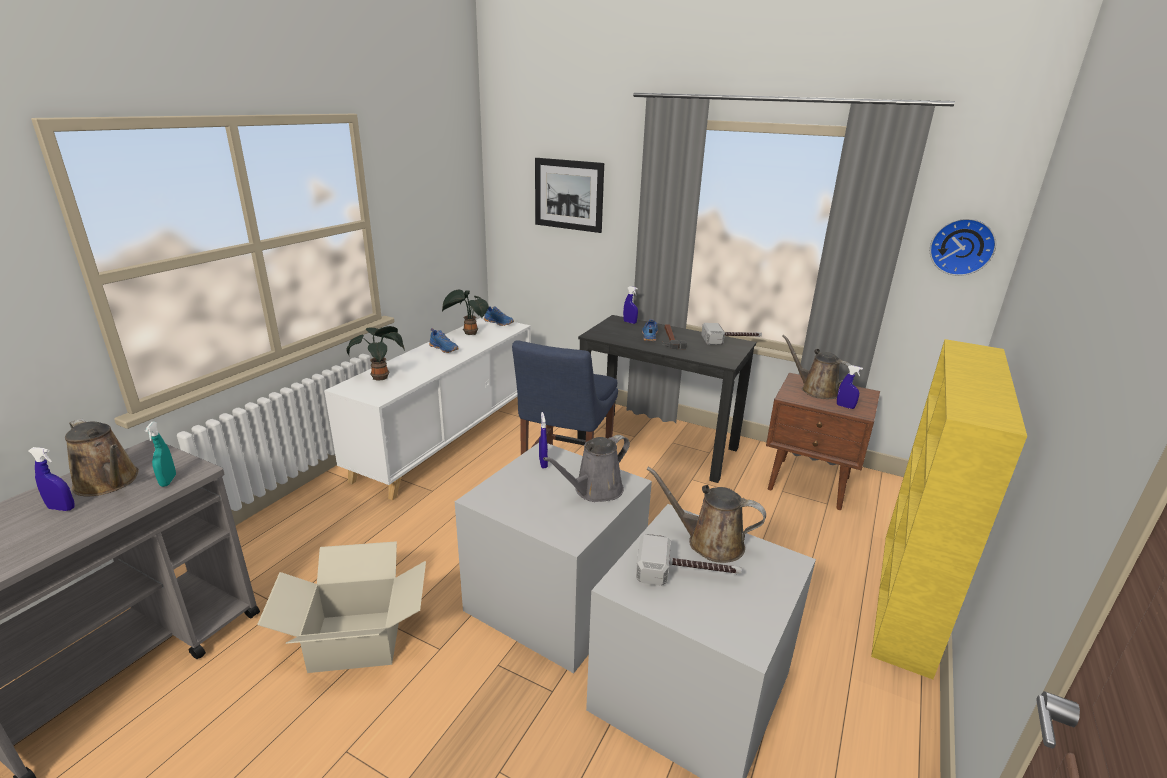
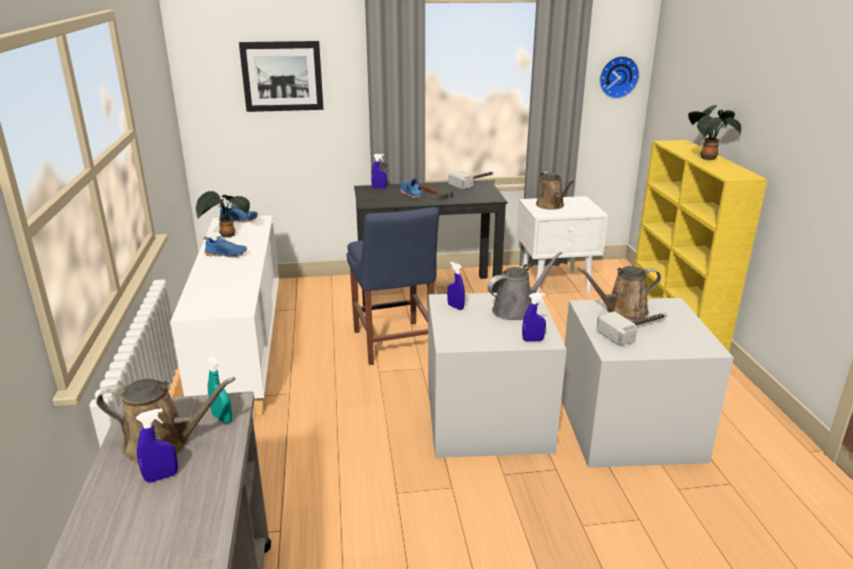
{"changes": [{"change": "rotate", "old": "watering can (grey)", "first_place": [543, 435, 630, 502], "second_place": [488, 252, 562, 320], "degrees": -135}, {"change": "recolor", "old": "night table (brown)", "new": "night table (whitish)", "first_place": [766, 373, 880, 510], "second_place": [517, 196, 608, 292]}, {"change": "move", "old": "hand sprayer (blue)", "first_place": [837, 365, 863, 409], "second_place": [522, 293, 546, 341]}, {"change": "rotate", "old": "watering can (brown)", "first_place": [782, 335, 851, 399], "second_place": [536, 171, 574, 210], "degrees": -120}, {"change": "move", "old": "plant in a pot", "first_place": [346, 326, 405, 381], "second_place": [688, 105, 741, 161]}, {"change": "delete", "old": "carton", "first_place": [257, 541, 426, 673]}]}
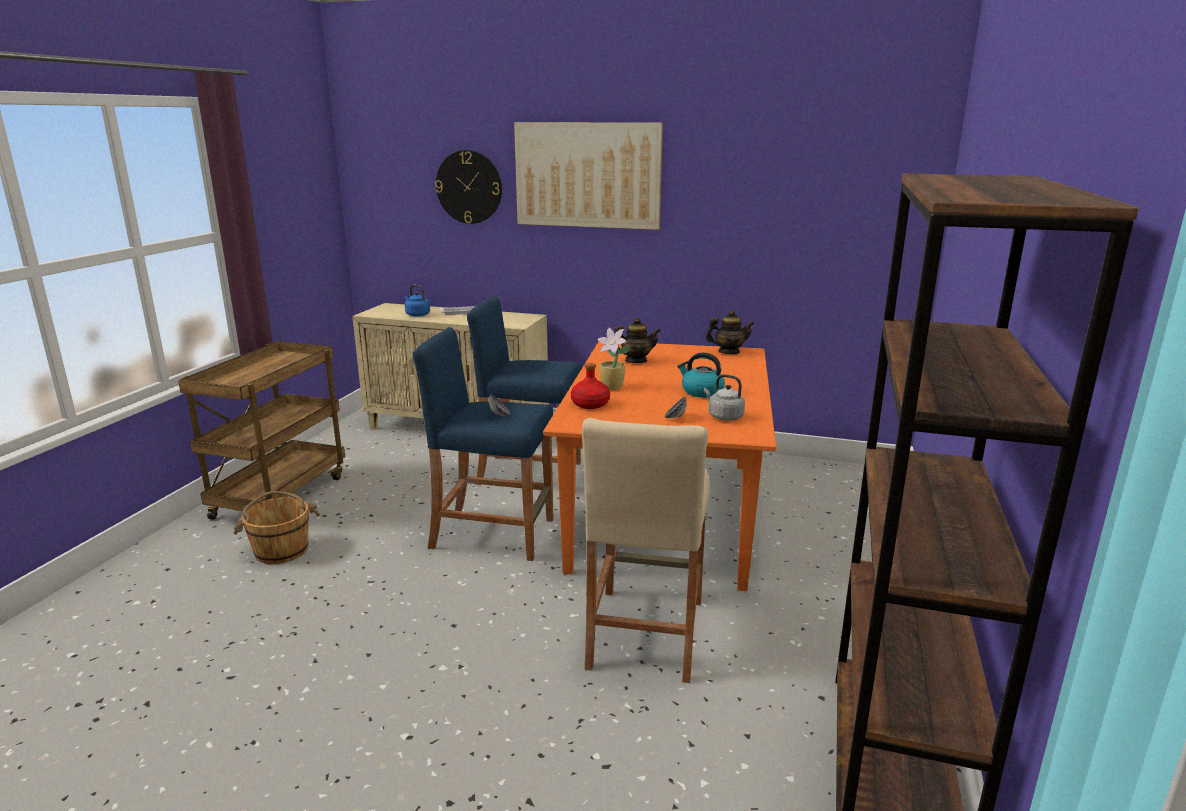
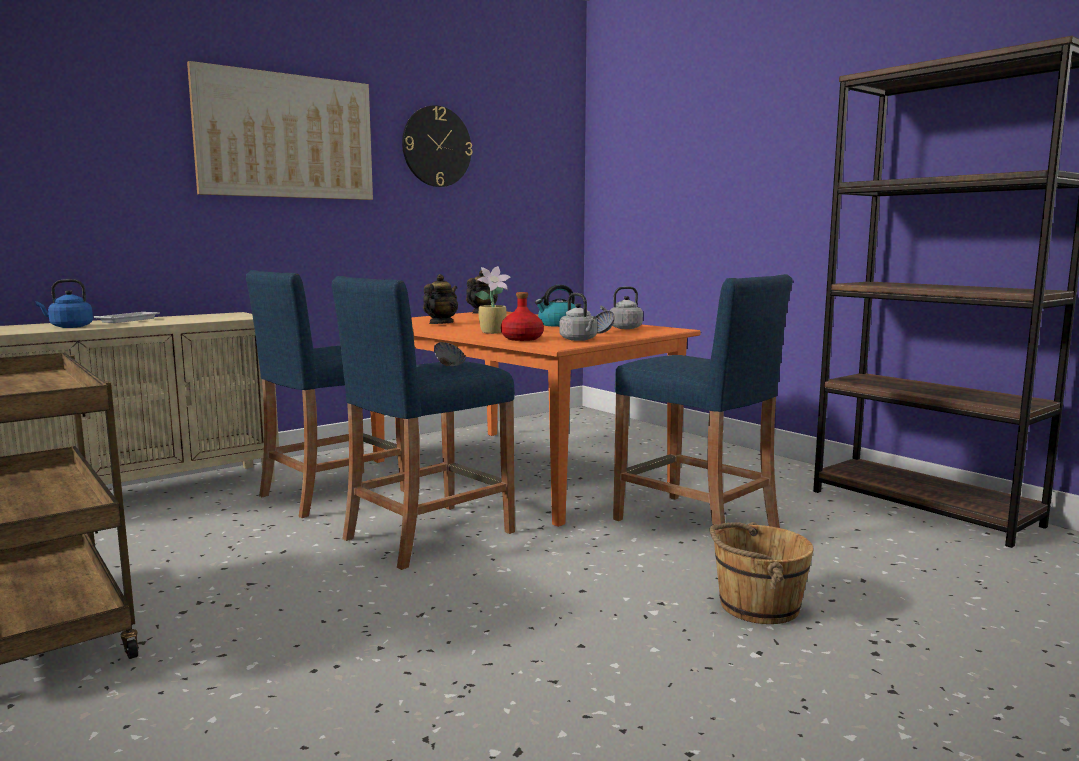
{"changes": [{"change": "move", "old": "hanging clock", "first_place": [435, 150, 502, 224], "second_place": [402, 105, 473, 187]}, {"change": "insert", "new": "water kettle (grey)", "second_place": [560, 293, 597, 341]}, {"change": "recolor", "old": "sitting stool (sand-coloured)", "new": "sitting stool (blue)", "first_place": [582, 418, 710, 683], "second_place": [613, 274, 792, 533]}, {"change": "move", "old": "pail (brown)", "first_place": [233, 491, 320, 564], "second_place": [709, 522, 814, 624]}]}
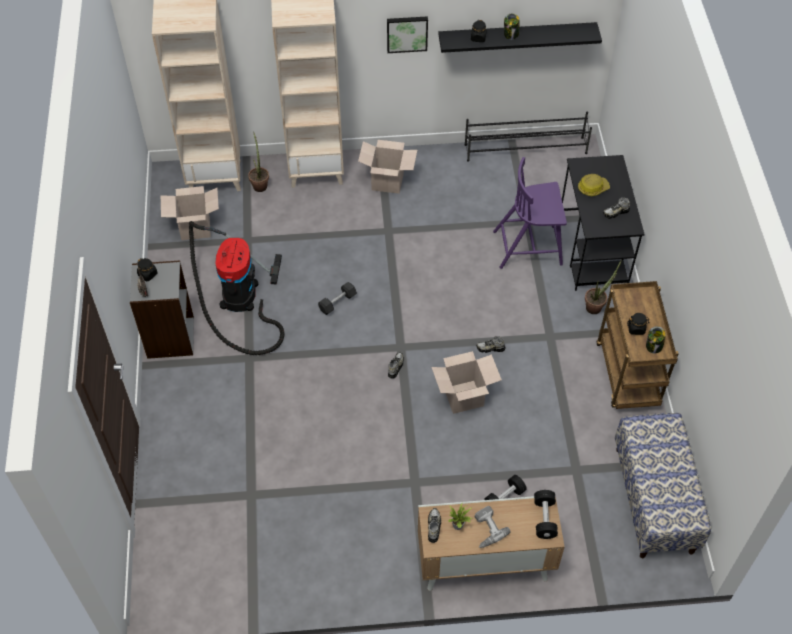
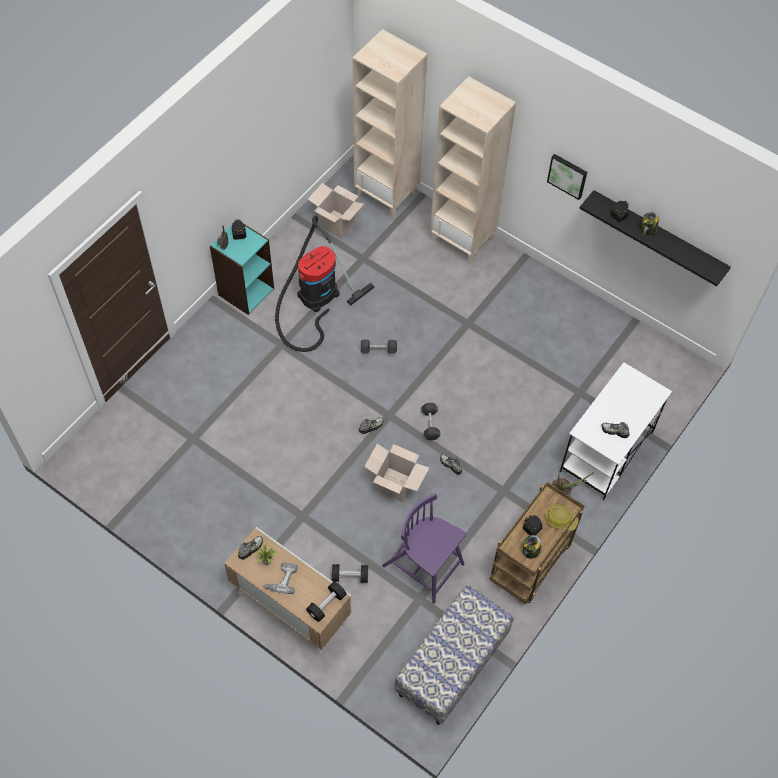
{"changes": [{"change": "recolor", "old": "shelving unit (grey)", "new": "shelving unit (turquoise)", "first_place": [130, 261, 194, 359], "second_place": [210, 224, 274, 315]}, {"change": "move", "old": "chair (purple)", "first_place": [493, 157, 567, 269], "second_place": [382, 493, 466, 604]}, {"change": "insert", "new": "hand weight (black-coloured)", "second_place": [421, 403, 440, 440]}, {"change": "move", "old": "work helmet", "first_place": [578, 174, 610, 196], "second_place": [545, 504, 579, 531]}, {"change": "recolor", "old": "desk unit (black-coloured)", "new": "desk unit (whitish)", "first_place": [562, 155, 645, 291], "second_place": [560, 362, 672, 501]}, {"change": "delete", "old": "plant in a pot", "first_place": [248, 131, 269, 192]}, {"change": "delete", "old": "carton", "first_place": [358, 140, 417, 194]}, {"change": "delete", "old": "shoe rack (black-coloured)", "first_place": [465, 112, 592, 162]}]}
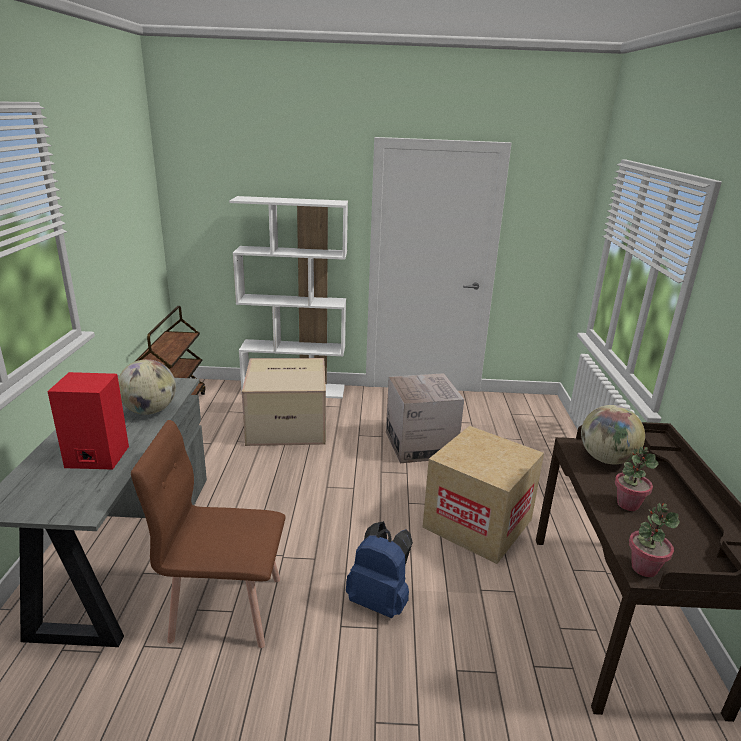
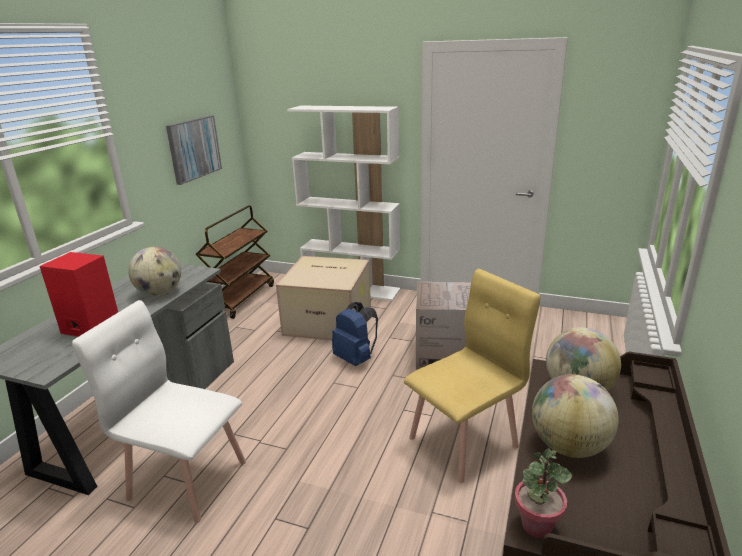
{"changes": [{"change": "recolor", "old": "chair (brown)", "new": "chair (whitish)", "first_place": [131, 420, 286, 648], "second_place": [72, 300, 246, 523]}, {"change": "insert", "new": "wall art", "second_place": [166, 115, 222, 185]}, {"change": "move", "old": "backpack (blue)", "first_place": [346, 521, 413, 618], "second_place": [332, 302, 378, 366]}, {"change": "replace", "old": "carton", "new": "chair (yellow-coloured)", "first_place": [422, 426, 544, 564], "second_place": [404, 269, 540, 483]}, {"change": "replace", "old": "plant in a pot", "new": "desk globe", "first_place": [615, 446, 659, 511], "second_place": [532, 374, 619, 458]}]}
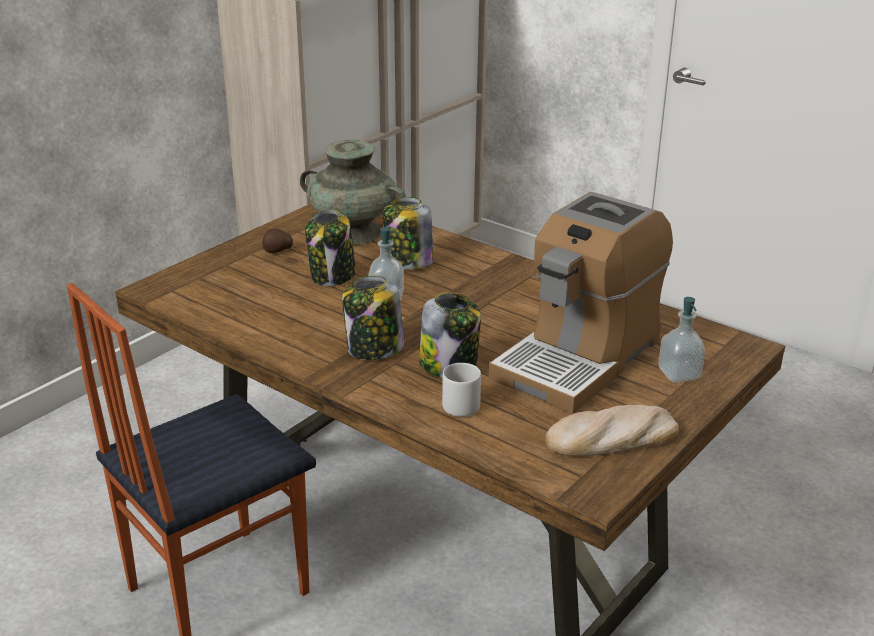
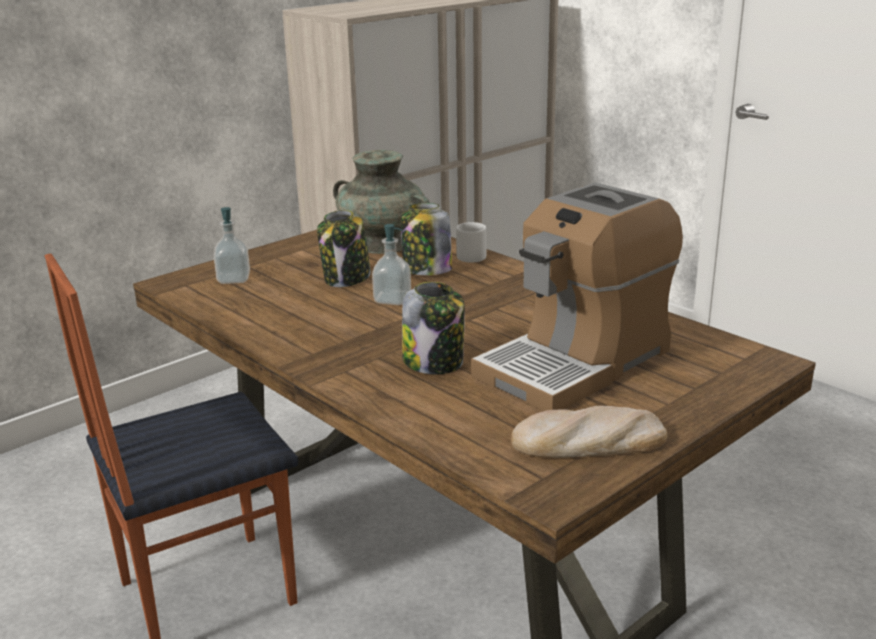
{"changes": [{"change": "move", "old": "soap bottle", "first_place": [659, 297, 705, 383], "second_place": [214, 207, 250, 284]}, {"change": "move", "old": "tea mug (grey)", "first_place": [442, 363, 481, 417], "second_place": [456, 222, 487, 263]}, {"change": "delete", "old": "whole potato", "first_place": [262, 229, 293, 253]}, {"change": "delete", "old": "preserve jar", "first_place": [342, 276, 404, 360]}]}
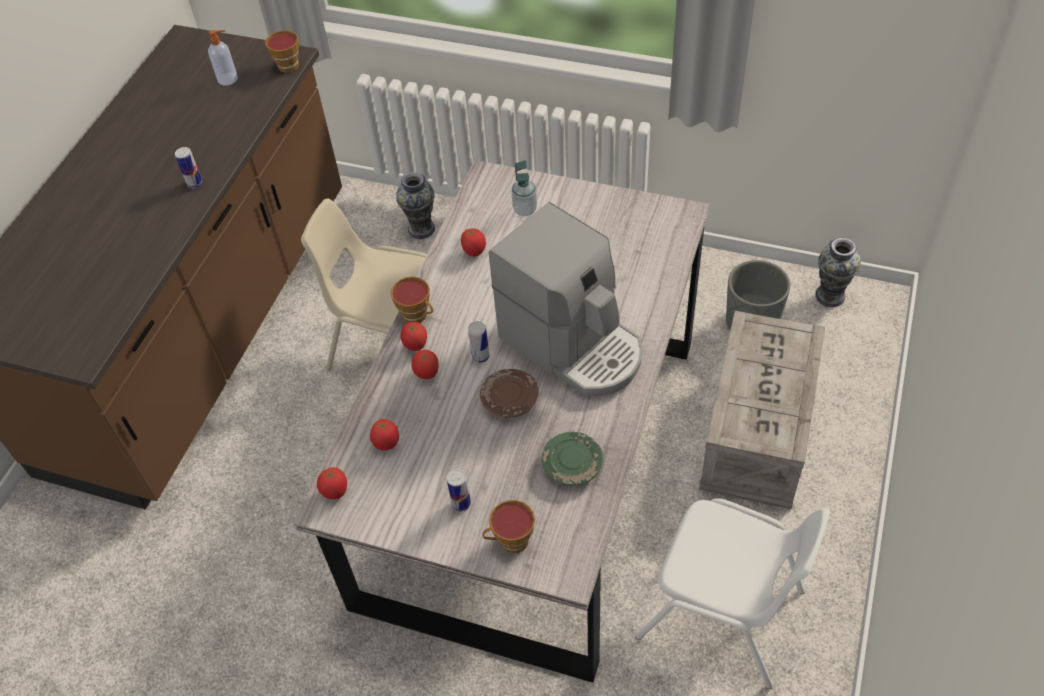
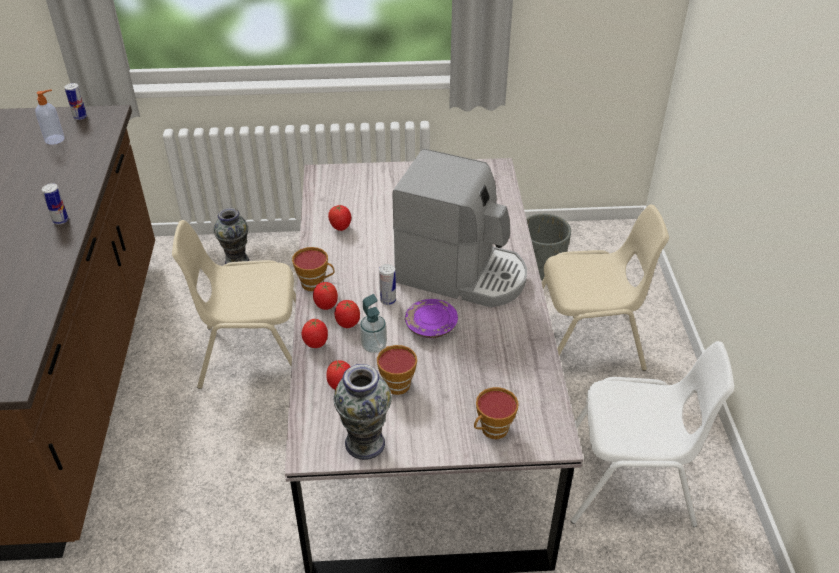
{"changes": [{"change": "move", "old": "metal can", "first_place": [447, 469, 471, 512], "second_place": [64, 83, 87, 120]}, {"change": "move", "old": "whole tomato", "first_place": [317, 467, 347, 500], "second_place": [302, 318, 328, 348]}, {"change": "move", "old": "decorative vase", "first_place": [816, 237, 861, 307], "second_place": [333, 364, 392, 460]}, {"change": "move", "old": "soap bottle", "first_place": [511, 160, 537, 216], "second_place": [360, 294, 387, 353]}, {"change": "move", "old": "drinking cup", "first_place": [265, 30, 299, 73], "second_place": [377, 345, 417, 395]}, {"change": "recolor", "old": "plate (brown)", "new": "plate (purple)", "first_place": [480, 369, 539, 418], "second_place": [405, 299, 458, 338]}, {"change": "replace", "old": "shipping crate", "new": "chair (sand-coloured)", "first_place": [699, 311, 825, 509], "second_place": [542, 204, 669, 371]}, {"change": "delete", "old": "plate (green-coloured)", "first_place": [541, 432, 603, 486]}]}
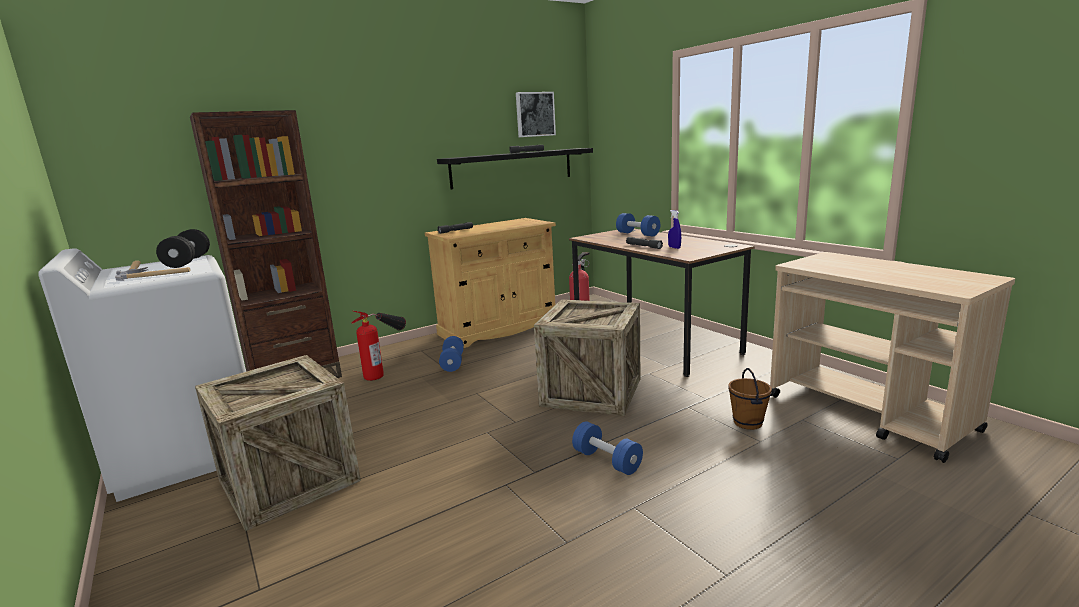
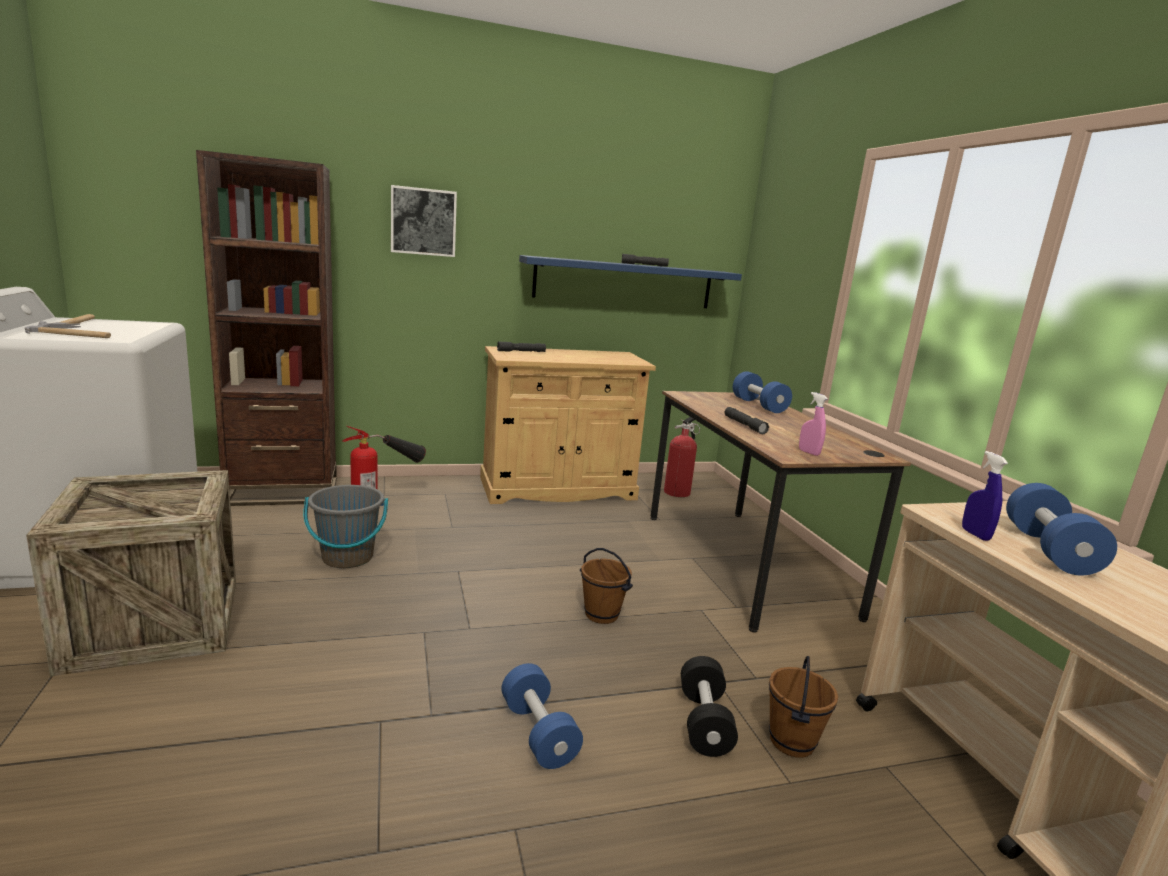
{"changes": [{"change": "insert", "new": "pail (grey)", "second_place": [303, 485, 388, 568]}, {"change": "move", "old": "wall art", "first_place": [516, 92, 556, 137], "second_place": [391, 185, 457, 257]}, {"change": "recolor", "old": "wall shelf (black-coloured)", "new": "wall shelf (blue)", "first_place": [437, 148, 593, 189], "second_place": [519, 255, 742, 308]}, {"change": "replace", "old": "shipping crate", "new": "pail (brown)", "first_place": [534, 299, 640, 416], "second_place": [580, 548, 633, 624]}, {"change": "move", "old": "hand weight (black-coloured)", "first_place": [156, 229, 210, 268], "second_place": [681, 656, 738, 757]}, {"change": "insert", "new": "hand sprayer (pink-coloured)", "second_place": [799, 392, 828, 456]}, {"change": "move", "old": "hand sprayer (blue)", "first_place": [668, 210, 681, 249], "second_place": [962, 451, 1008, 541]}, {"change": "move", "old": "hand weight (blue)", "first_place": [439, 336, 464, 372], "second_place": [1006, 483, 1117, 576]}]}
